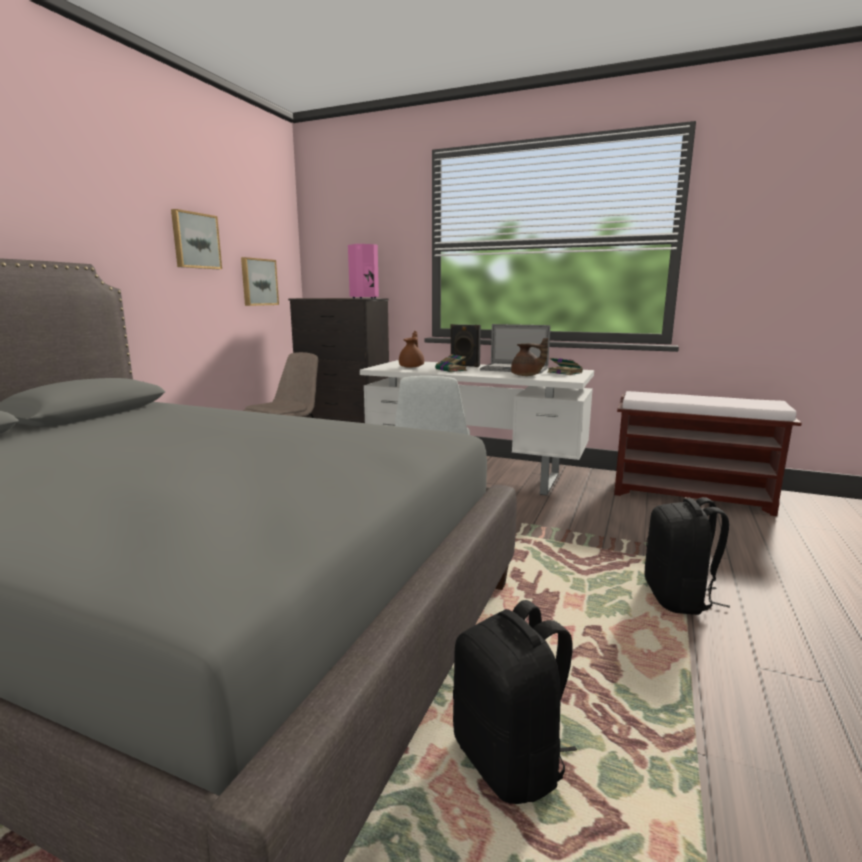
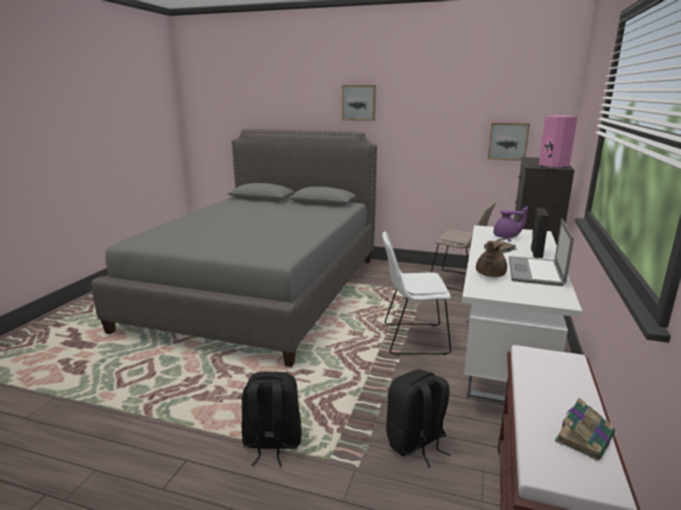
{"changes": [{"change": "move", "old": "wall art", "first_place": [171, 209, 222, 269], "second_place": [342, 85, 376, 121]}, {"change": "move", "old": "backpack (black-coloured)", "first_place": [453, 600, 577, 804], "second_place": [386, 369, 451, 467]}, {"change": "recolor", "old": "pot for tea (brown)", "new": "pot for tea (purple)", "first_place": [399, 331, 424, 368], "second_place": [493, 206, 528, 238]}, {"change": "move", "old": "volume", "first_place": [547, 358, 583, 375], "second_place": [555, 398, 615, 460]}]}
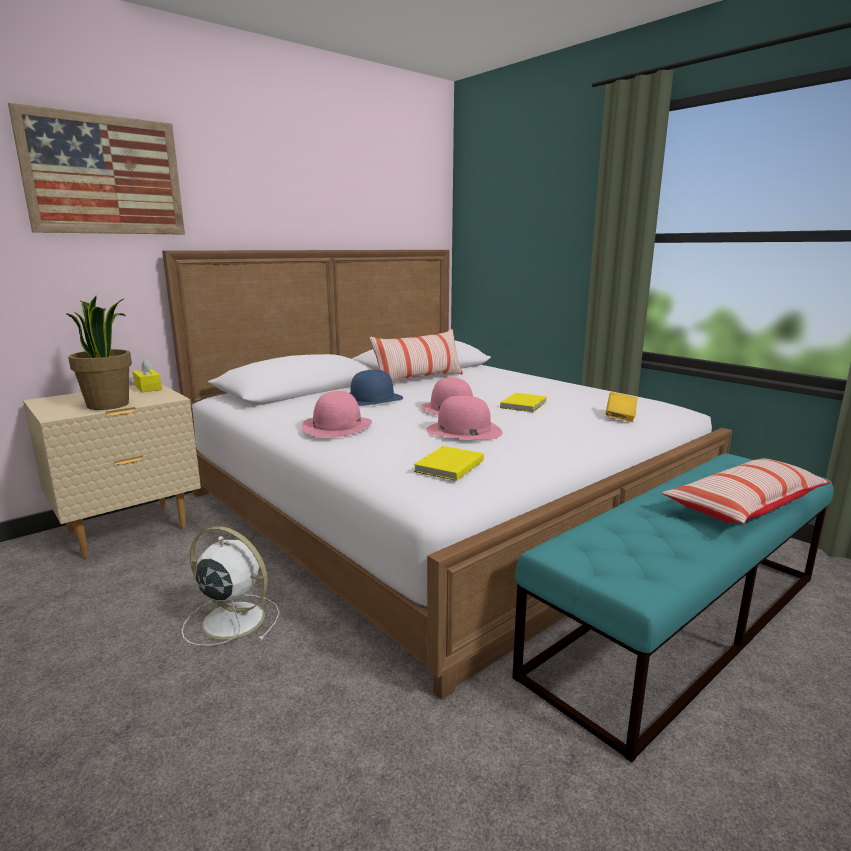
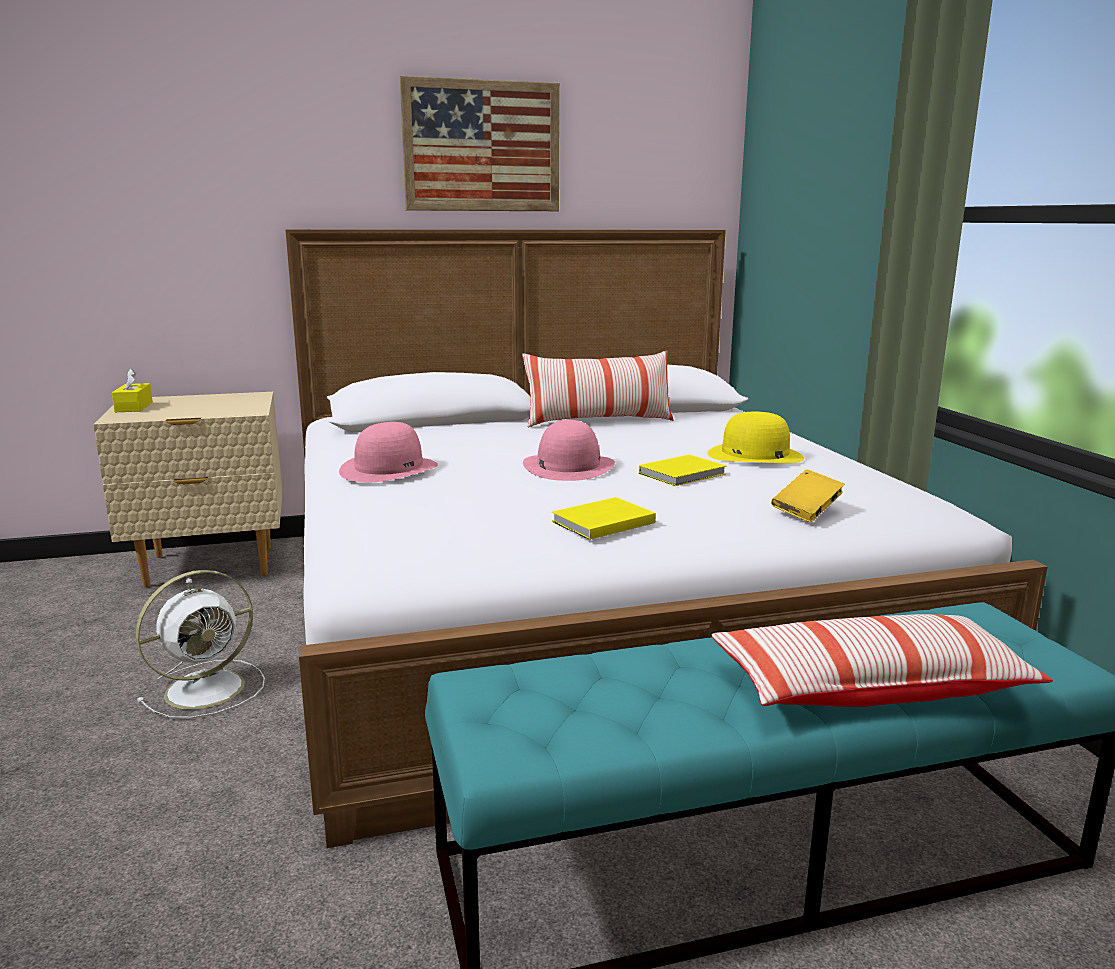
{"changes": [{"change": "move", "old": "tissue holder (yellow-coloured)", "first_place": [133, 358, 162, 392], "second_place": [112, 368, 153, 412]}, {"change": "rotate", "old": "cooling fan (whitish)", "first_place": [182, 526, 280, 646], "second_place": [136, 570, 265, 718], "degrees": 90}, {"change": "move", "old": "wall art", "first_place": [8, 103, 185, 235], "second_place": [400, 76, 560, 211]}, {"change": "move", "old": "volume (yellow-coloured)", "first_place": [414, 446, 484, 481], "second_place": [552, 497, 656, 540]}, {"change": "insert", "new": "wearable hat (yellow-coloured)", "second_place": [707, 412, 804, 463]}, {"change": "delete", "old": "plant in a pot", "first_place": [65, 296, 132, 410]}, {"change": "delete", "old": "wearable hat (blue)", "first_place": [350, 370, 403, 406]}, {"change": "delete", "old": "wearable hat (pink-coloured)", "first_place": [426, 395, 502, 440]}]}
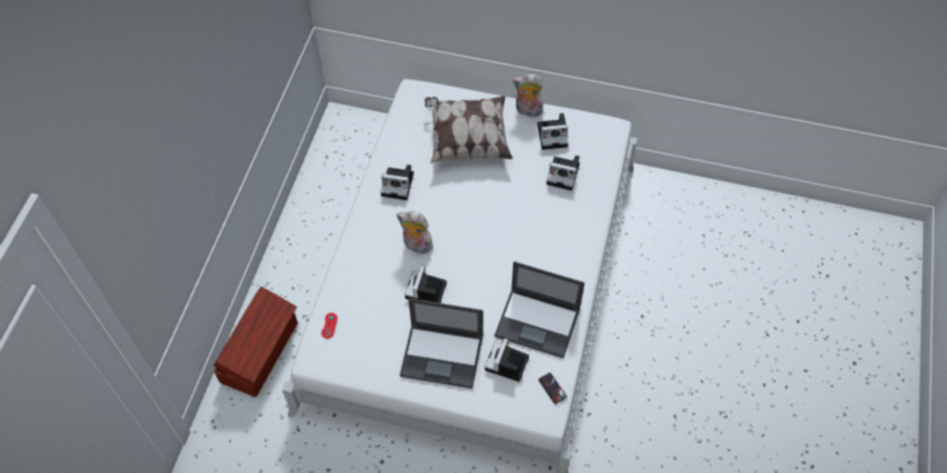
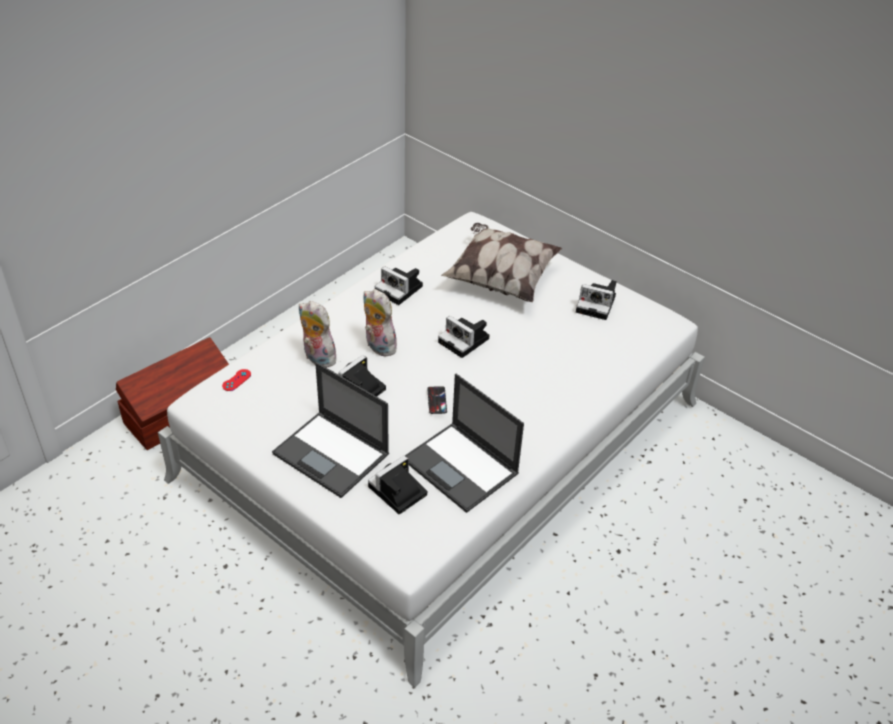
{"changes": [{"change": "move", "old": "cuddly toy", "first_place": [512, 74, 544, 117], "second_place": [299, 301, 336, 368]}, {"change": "move", "old": "telephone", "first_place": [538, 373, 567, 404], "second_place": [427, 386, 447, 414]}, {"change": "move", "old": "still camera", "first_place": [546, 155, 580, 191], "second_place": [438, 316, 490, 358]}]}
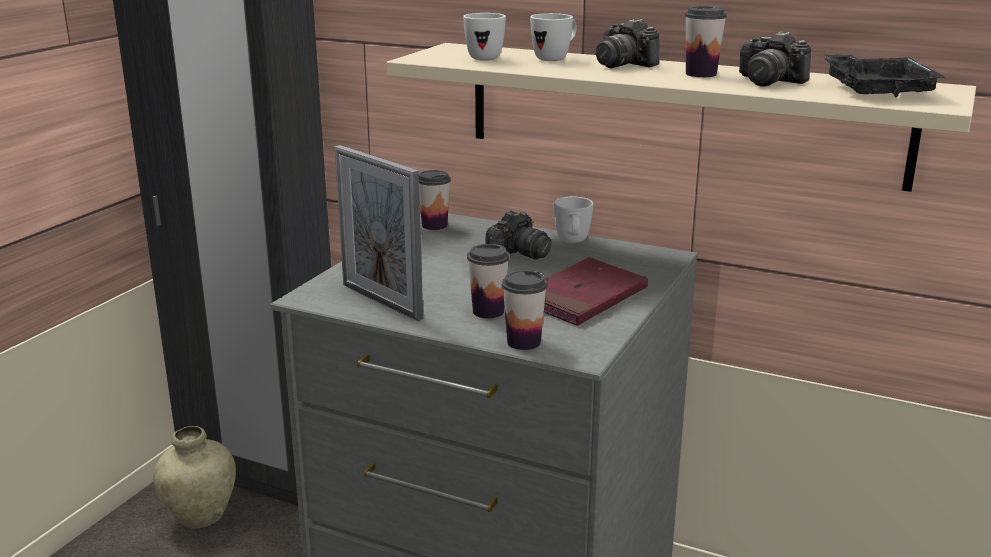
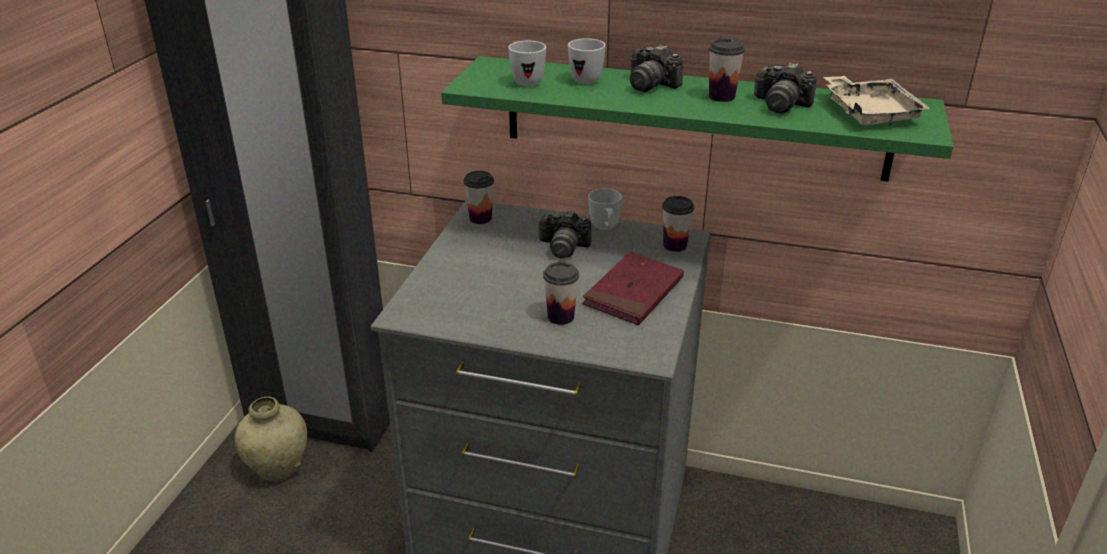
{"changes": [{"change": "recolor", "old": "wall shelf (sand-coloured)", "new": "wall shelf (green-coloured)", "first_place": [386, 43, 976, 192], "second_place": [441, 56, 954, 181]}, {"change": "rotate", "old": "still camera", "first_place": [485, 211, 552, 260], "second_place": [537, 210, 591, 259], "degrees": 75}, {"change": "move", "old": "drinking cup", "first_place": [502, 270, 547, 350], "second_place": [662, 196, 694, 252]}, {"change": "recolor", "old": "carrying tray (black-coloured)", "new": "carrying tray (sand-coloured)", "first_place": [825, 55, 947, 97], "second_place": [823, 76, 930, 125]}, {"change": "delete", "old": "picture frame", "first_place": [334, 145, 423, 321]}]}
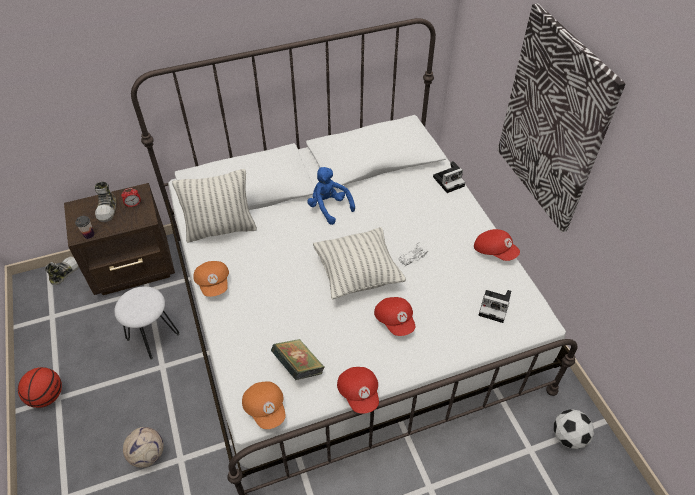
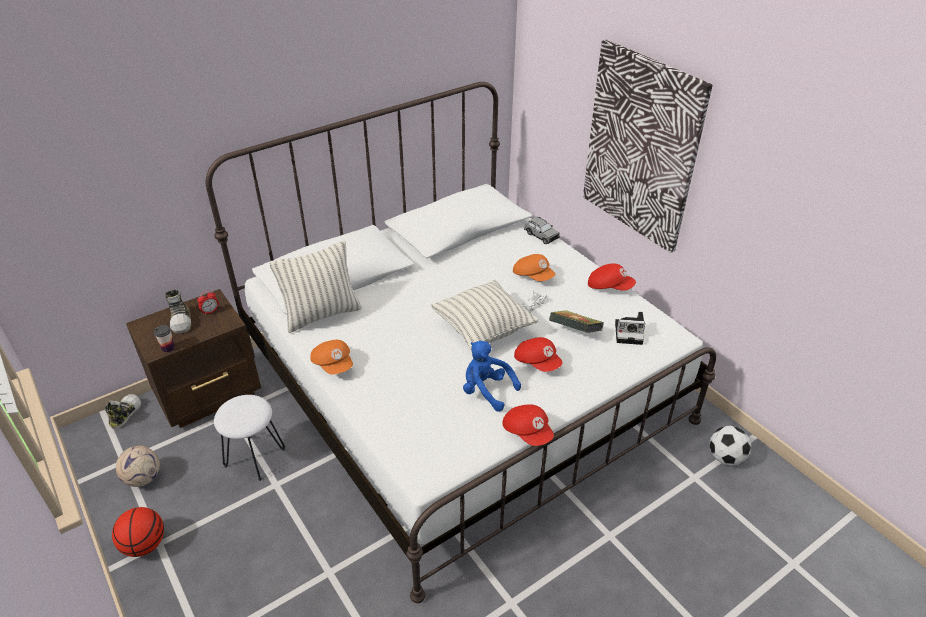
{"changes": [{"change": "move", "old": "football", "first_place": [123, 427, 164, 468], "second_place": [116, 445, 160, 487]}, {"change": "move", "old": "cuddly toy (blue)", "first_place": [307, 167, 355, 225], "second_place": [463, 341, 521, 412]}, {"change": "move", "old": "peaked cap (orange-coloured)", "first_place": [242, 381, 286, 429], "second_place": [513, 254, 555, 281]}, {"change": "replace", "old": "still camera", "new": "toy car (grey)", "first_place": [433, 161, 465, 193], "second_place": [524, 217, 560, 244]}, {"change": "move", "old": "volume", "first_place": [271, 339, 324, 380], "second_place": [549, 310, 604, 333]}]}
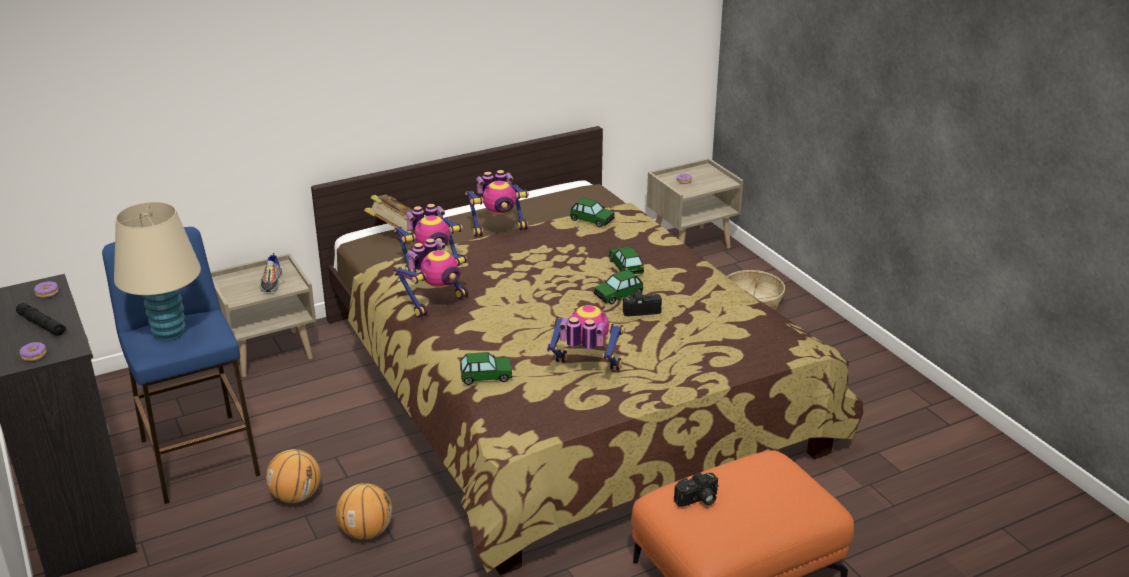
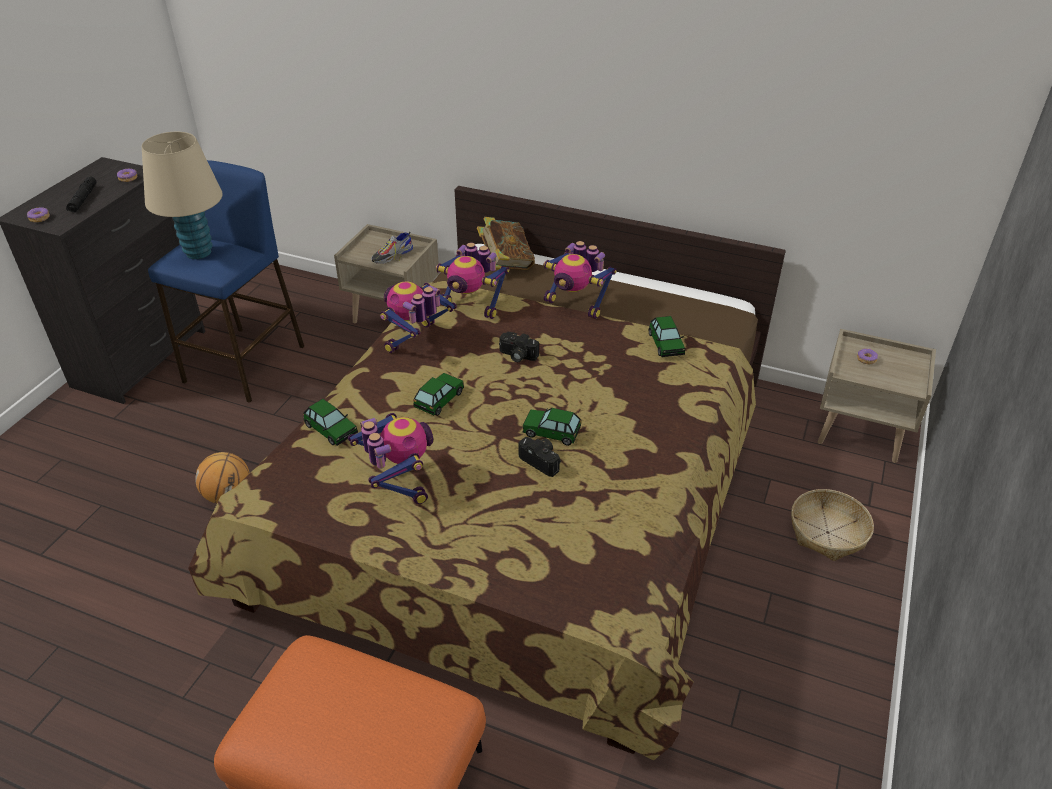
{"changes": [{"change": "rotate", "old": "model robot", "first_place": [394, 238, 468, 318], "second_place": [380, 282, 457, 353], "degrees": 120}, {"change": "move", "old": "toy car", "first_place": [609, 247, 644, 274], "second_place": [413, 373, 464, 416]}, {"change": "move", "old": "still camera", "first_place": [674, 472, 718, 507], "second_place": [499, 332, 539, 362]}, {"change": "delete", "old": "basketball ball", "first_place": [266, 449, 321, 503]}]}
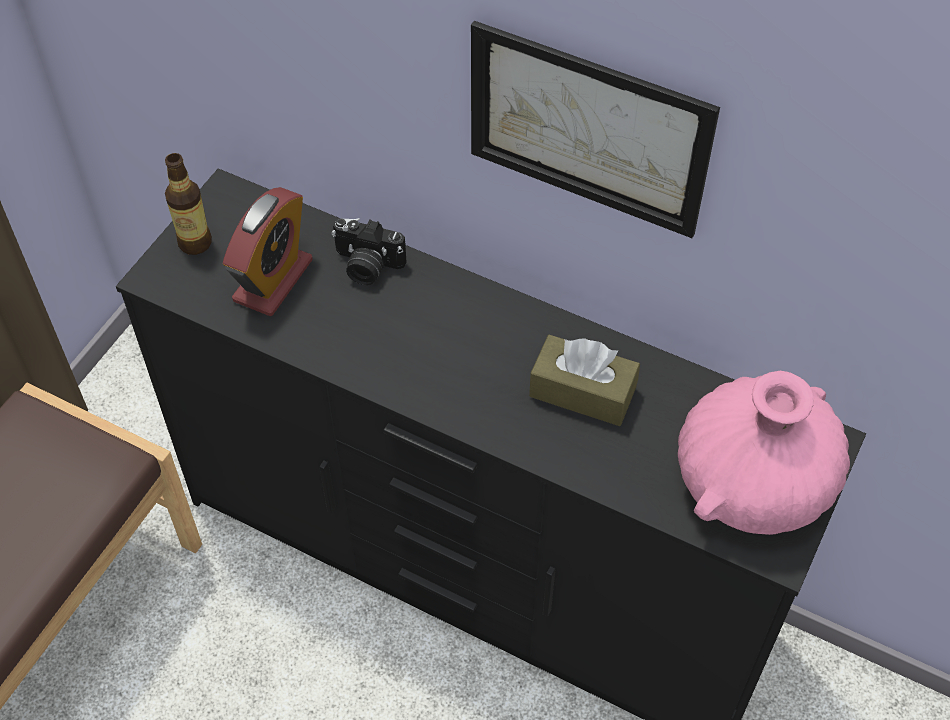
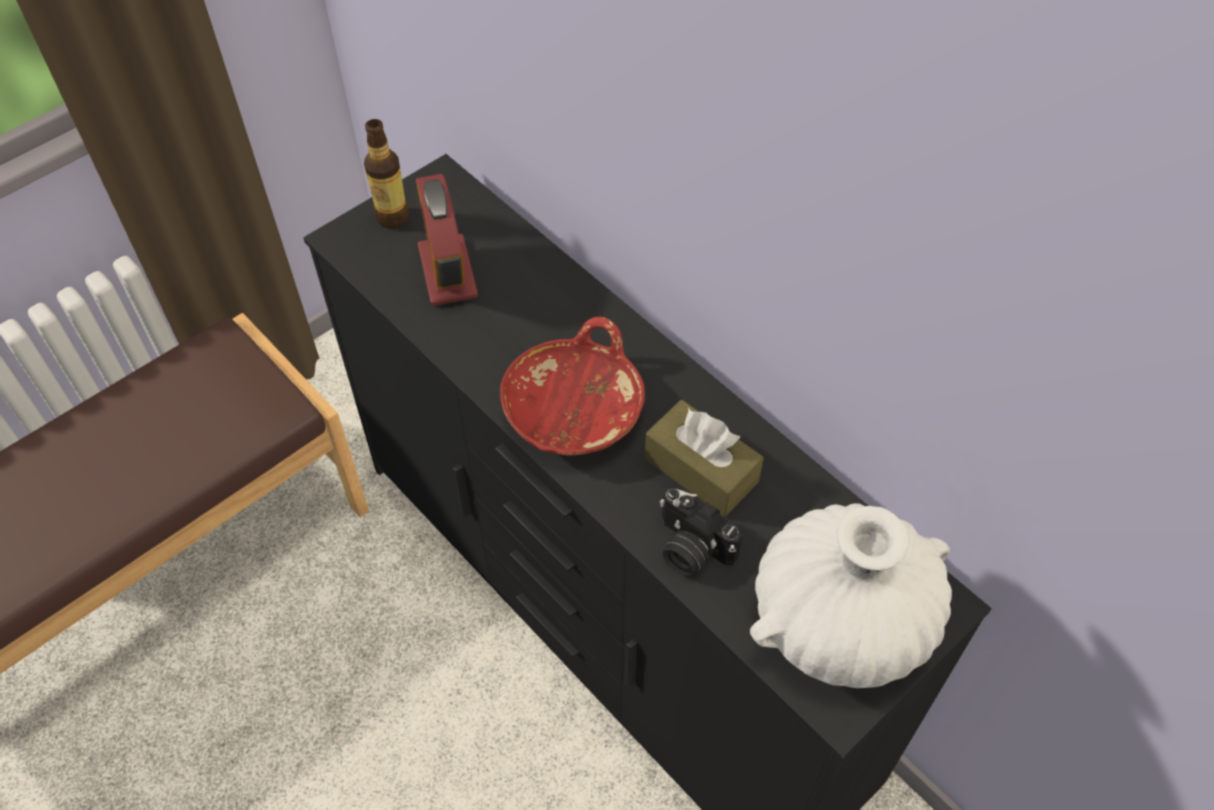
{"changes": [{"change": "rotate", "old": "alarm clock", "first_place": [223, 187, 313, 316], "second_place": [416, 174, 478, 306], "degrees": 120}, {"change": "insert", "new": "serving bowl (red)", "second_place": [500, 317, 645, 456]}, {"change": "move", "old": "still camera", "first_place": [331, 218, 406, 285], "second_place": [660, 488, 742, 577]}, {"change": "recolor", "old": "decorative vase (pink-coloured)", "new": "decorative vase (whitish)", "first_place": [678, 371, 850, 535], "second_place": [750, 503, 952, 688]}, {"change": "delete", "old": "wall art", "first_place": [471, 21, 720, 238]}]}
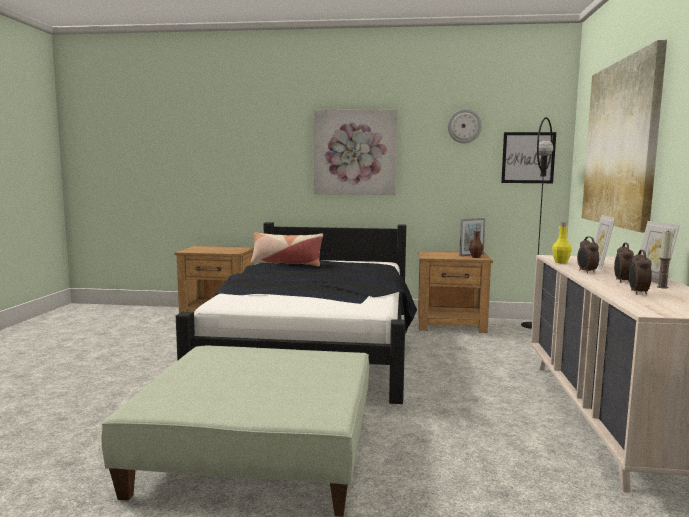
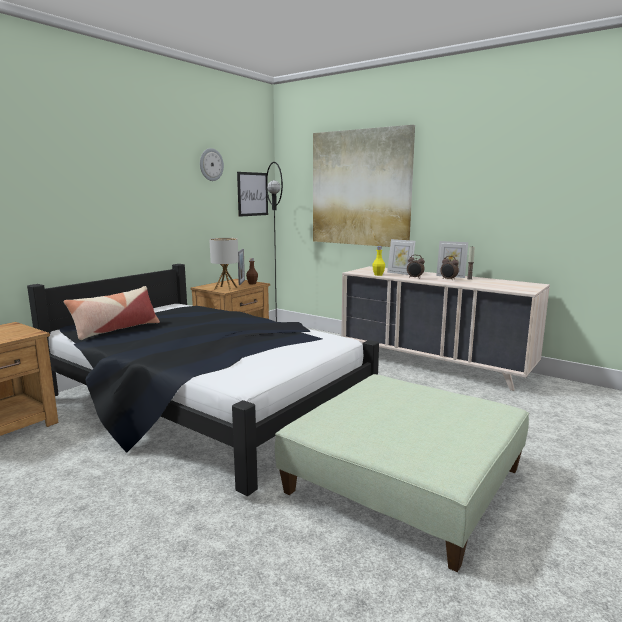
{"changes": [{"change": "insert", "new": "tabletop lamp", "second_place": [209, 238, 239, 291]}, {"change": "delete", "old": "wall art", "first_place": [313, 109, 398, 195]}, {"change": "delete", "old": "alarm clock", "first_place": [629, 250, 652, 295]}]}
